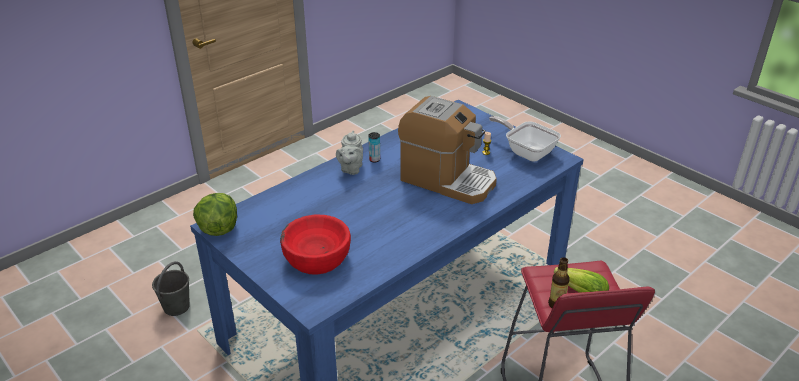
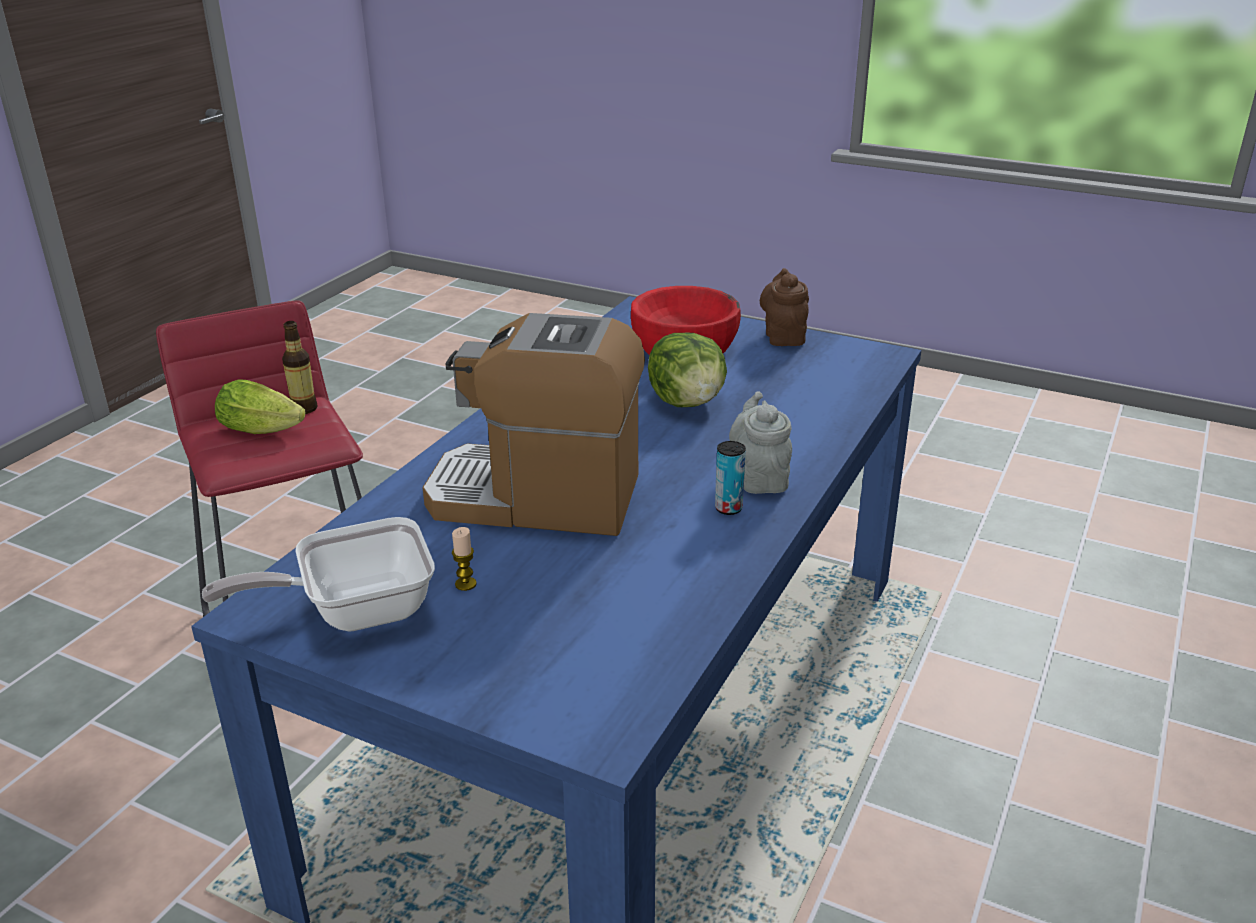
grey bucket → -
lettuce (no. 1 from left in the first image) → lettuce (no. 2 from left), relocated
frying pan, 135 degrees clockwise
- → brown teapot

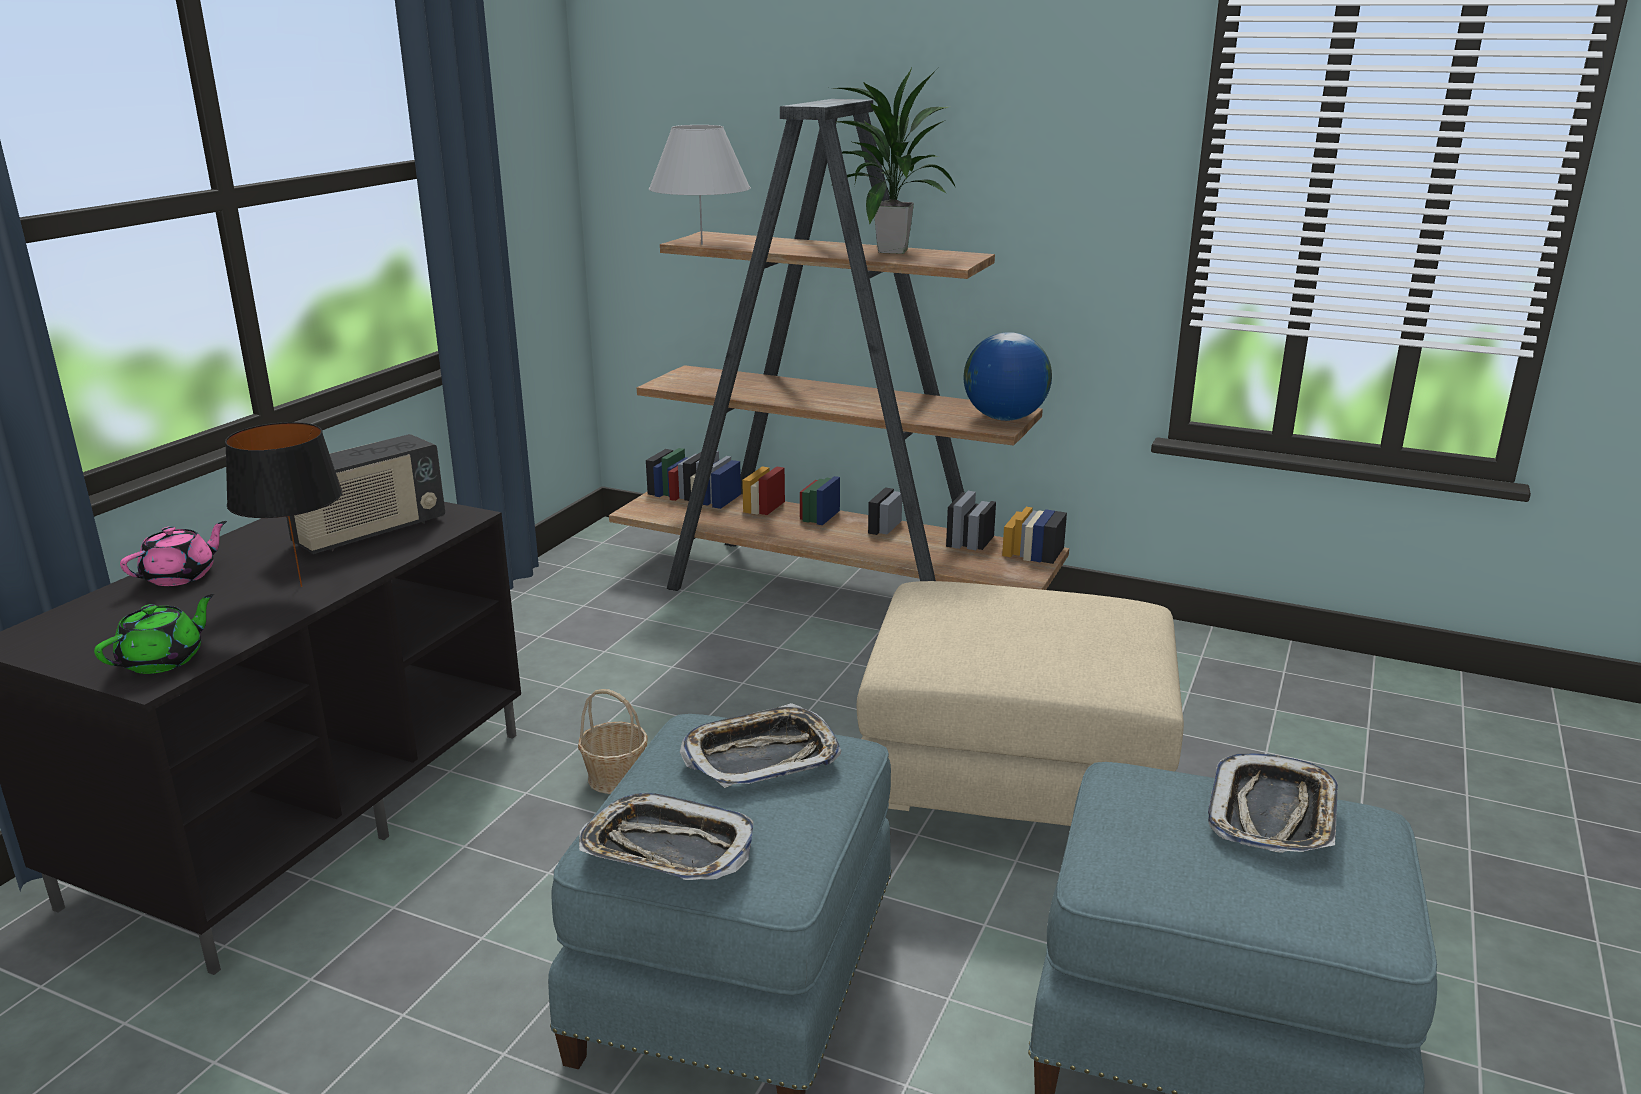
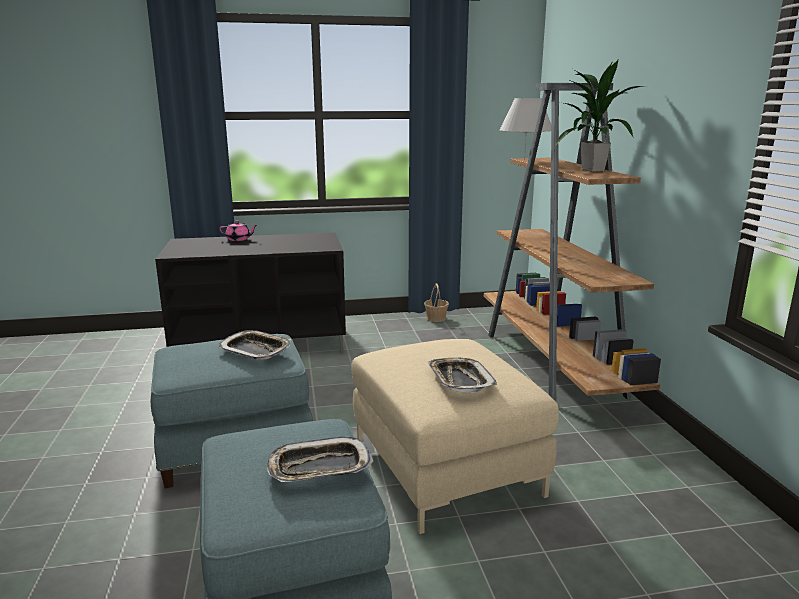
green teapot → -
black table lamp → -
radio → -
basket, relocated
tray (no. 1 from left in the first image) → tray (no. 3 from left), relocated
globe → -

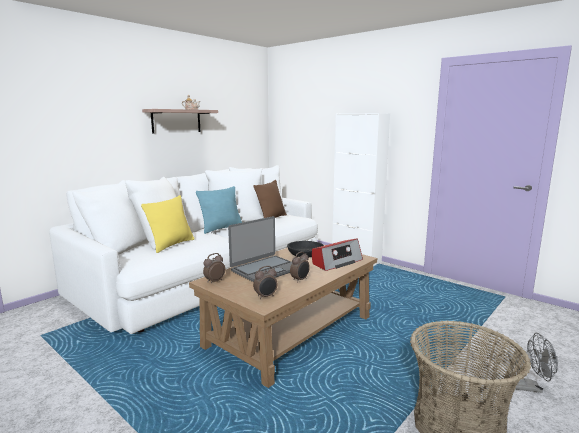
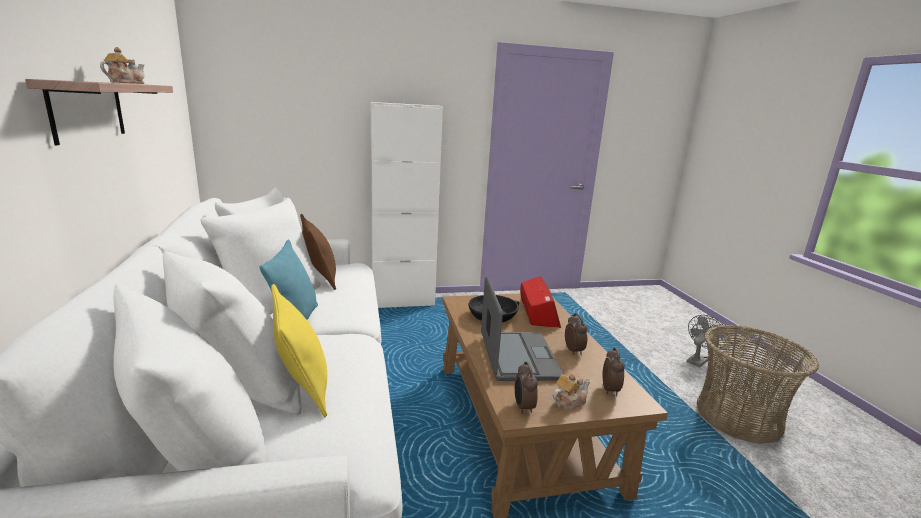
- → teapot (no. 2 from left)

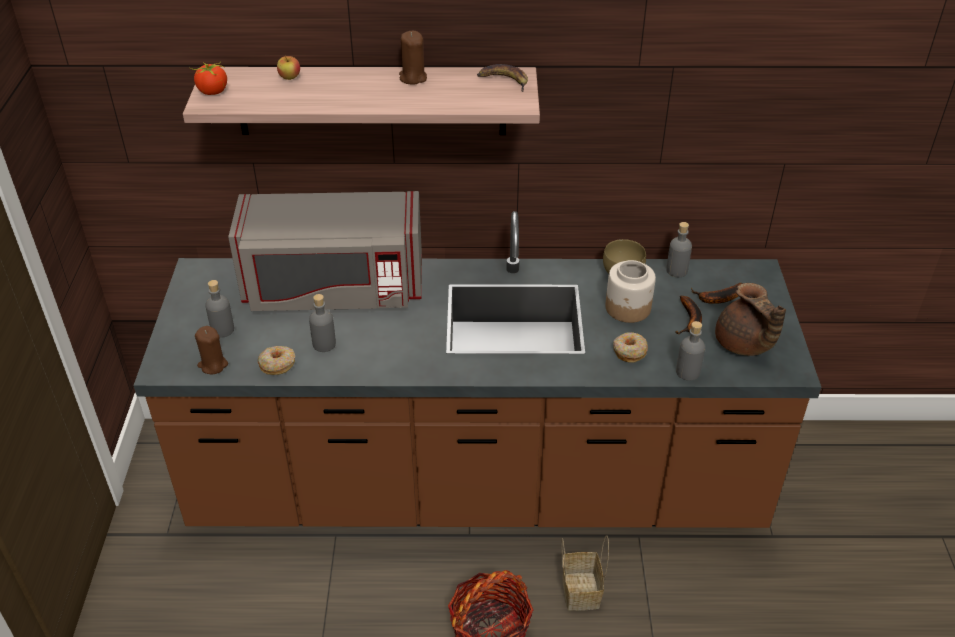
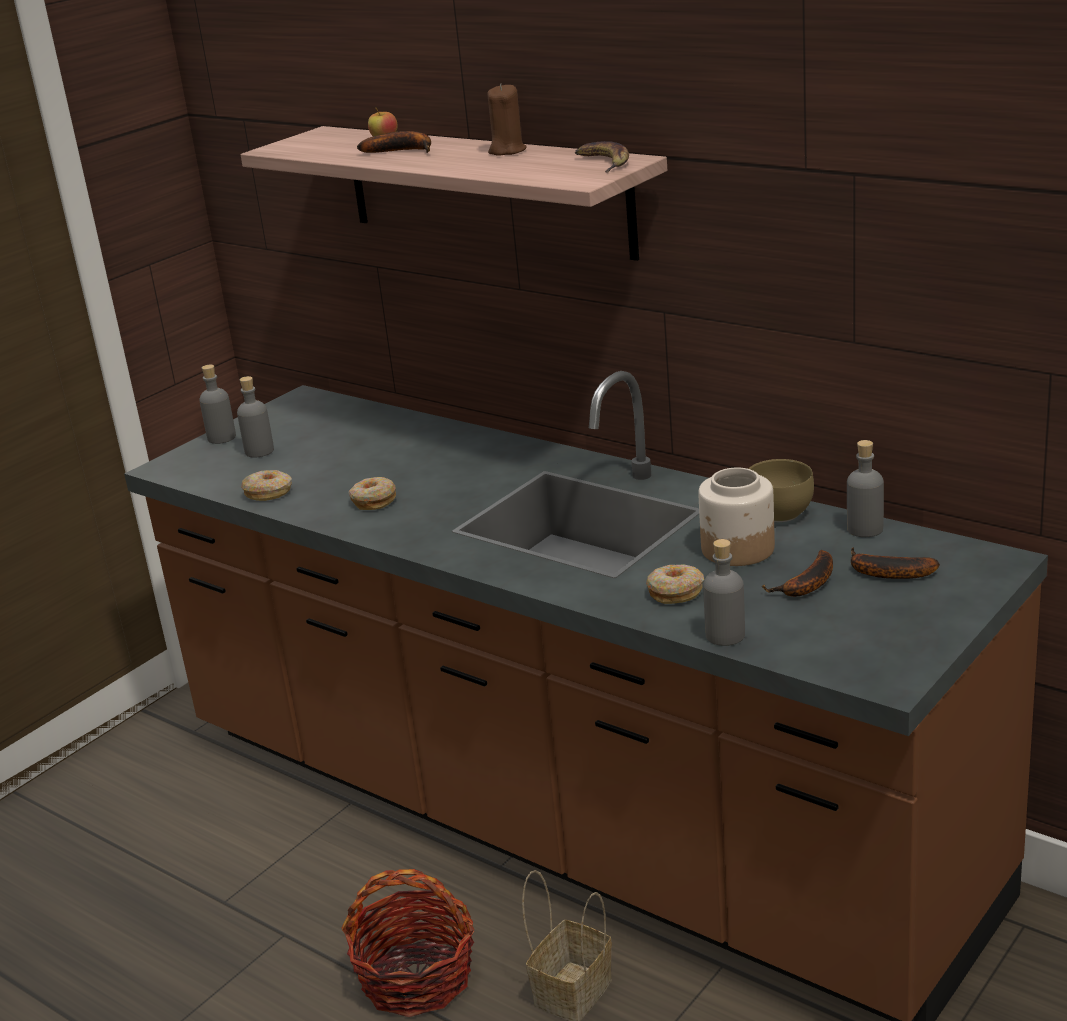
tomato → -
brown candle (no. 1 from left) → -
grey microwave → -
grey bottle (no. 2 from left in the first image) → grey bottle (no. 1 from left), relocated
brown teapot → -
- → donut (no. 2 from left)
- → banana (no. 1 from left)

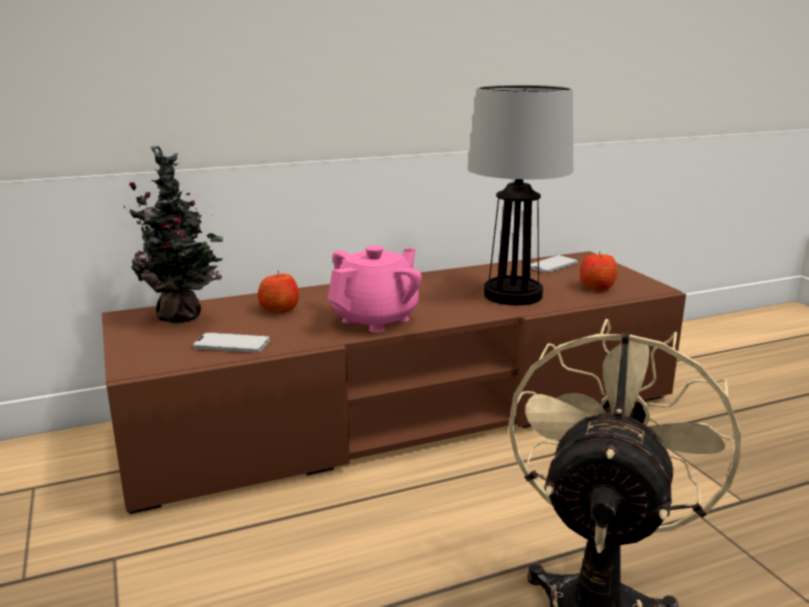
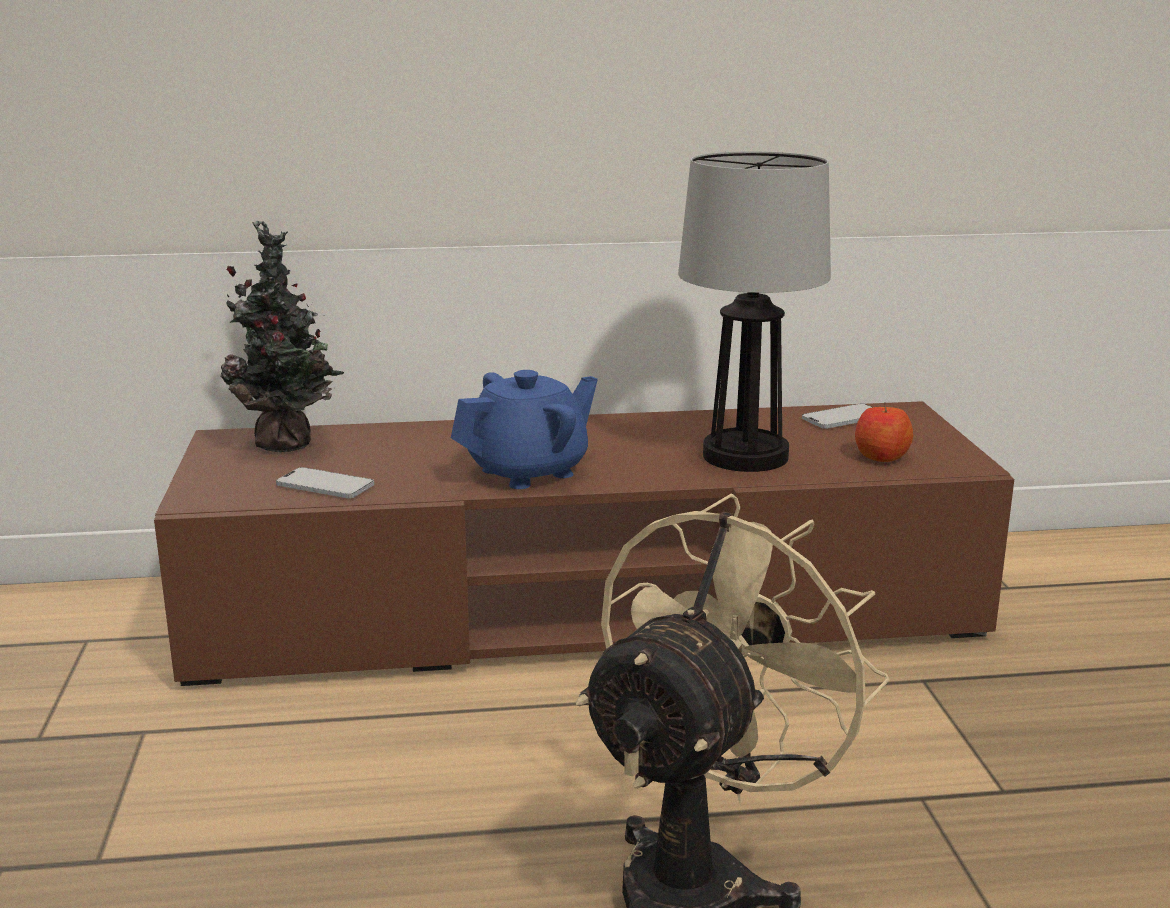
apple (no. 1 from left) → -
pink teapot → blue teapot

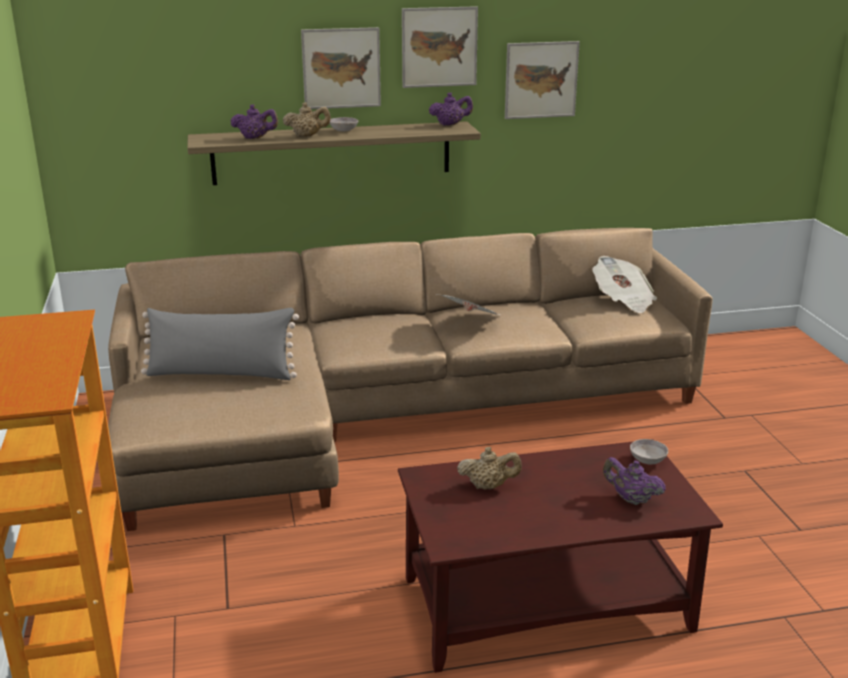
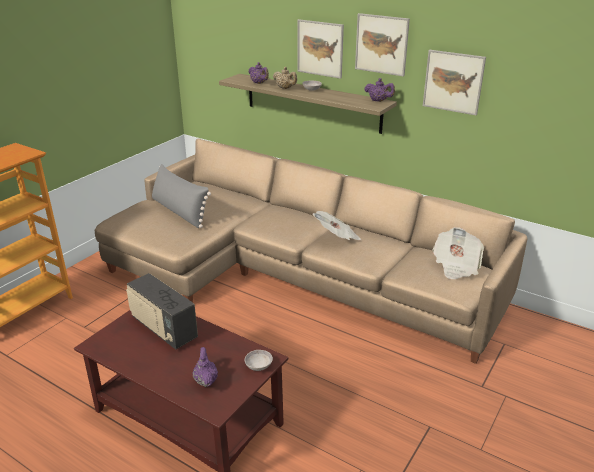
beige teapot (no. 2 from left) → radio

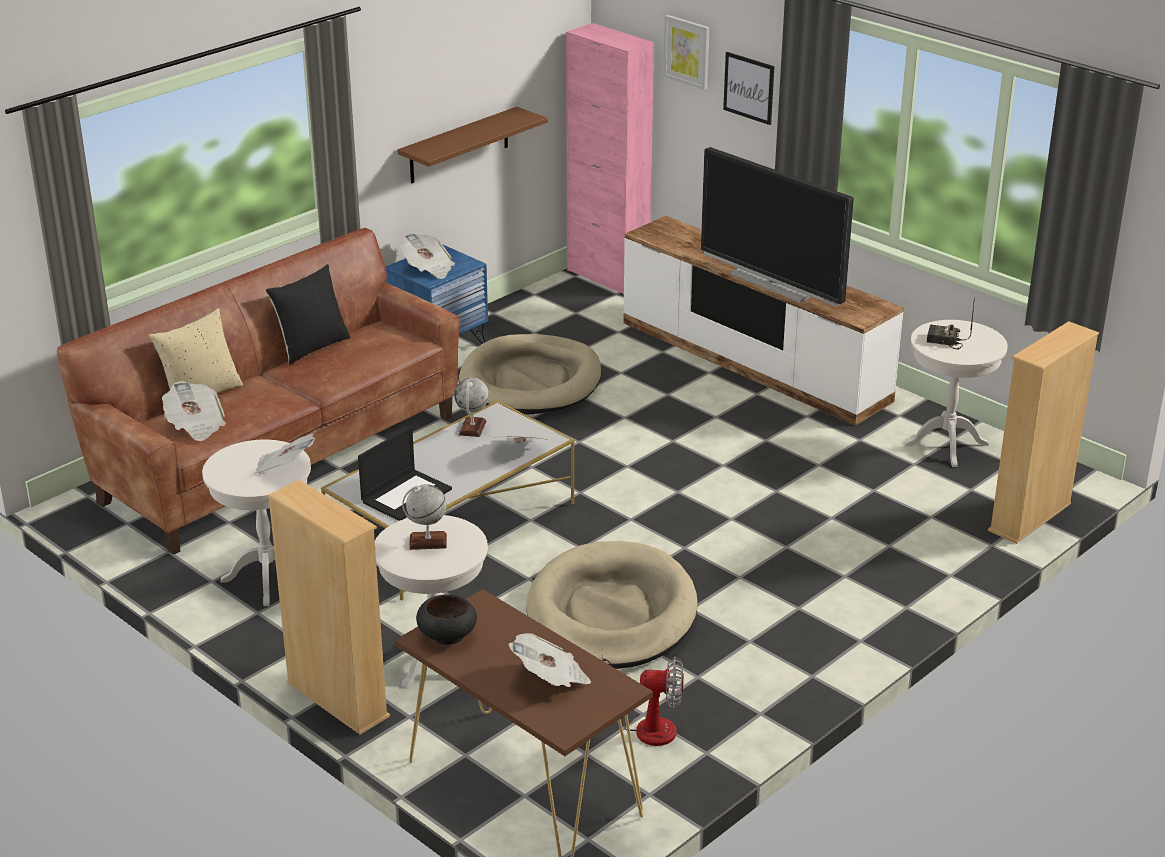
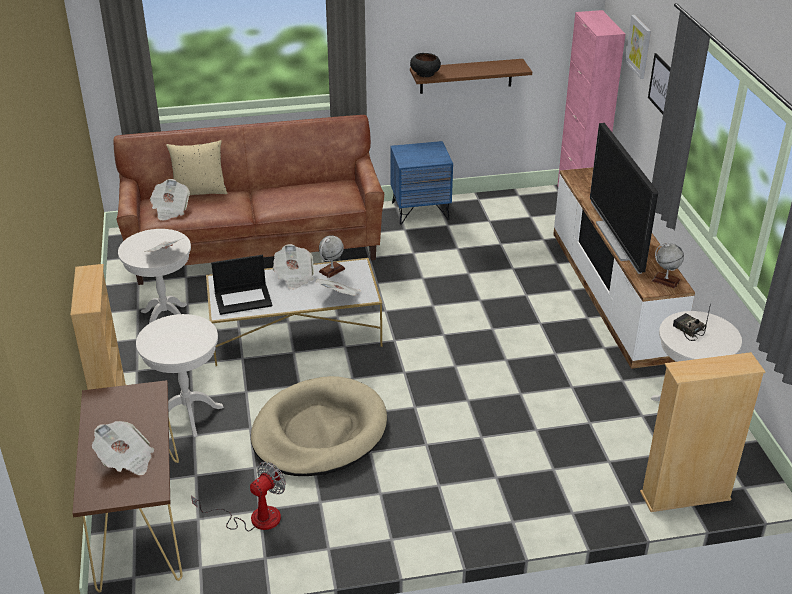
black pillow → -
newspaper (no. 3 from left in the first image) → newspaper (no. 4 from left), relocated
globe (no. 1 from left in the first image) → globe (no. 2 from left), relocated
black bowl, relocated
beige dog bed (no. 1 from left) → -
fan, 90 degrees counterclockwise

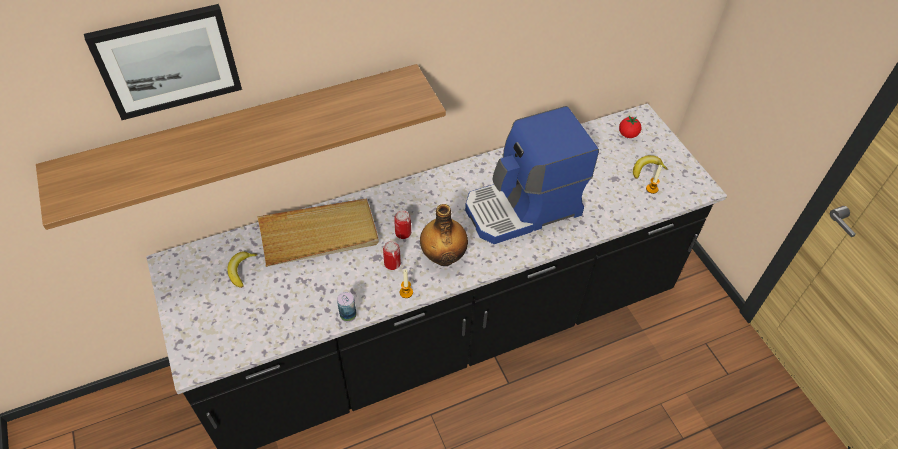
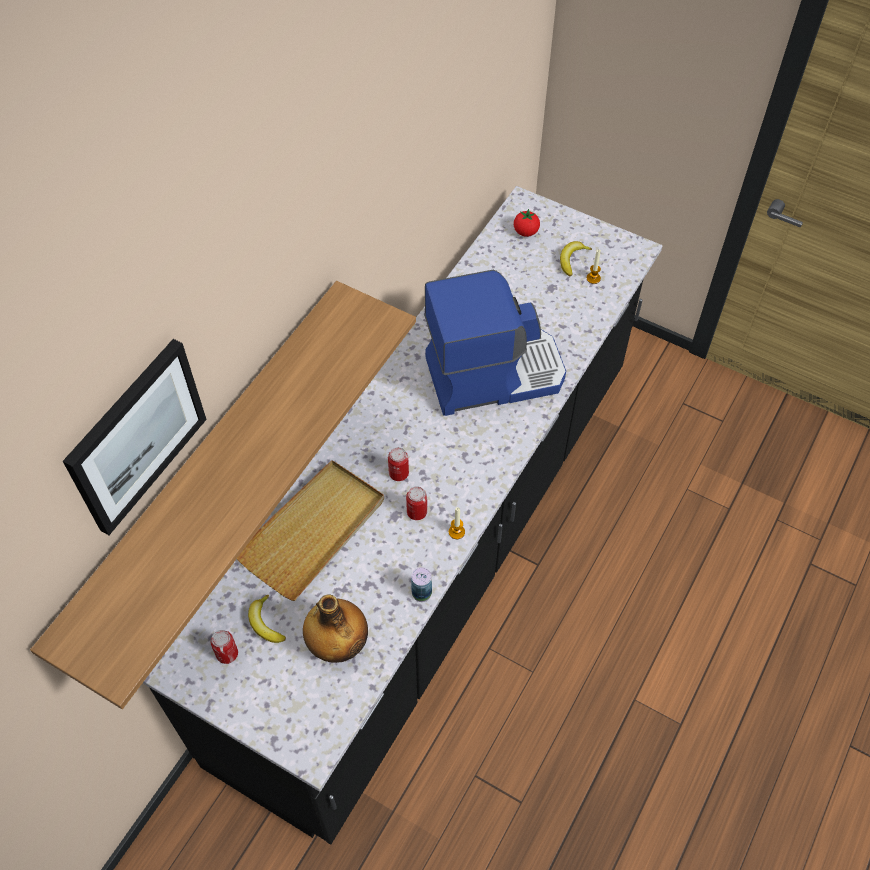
bottle, relocated
coffee machine, 135 degrees counterclockwise
- → can (no. 1 from left)

